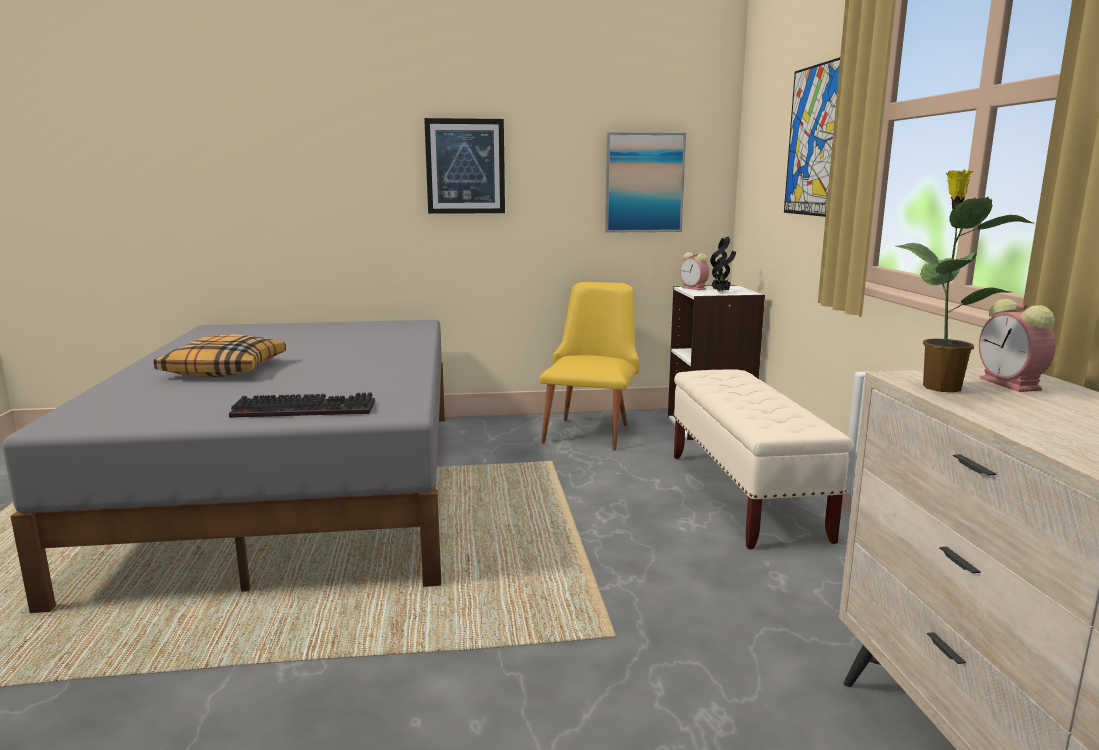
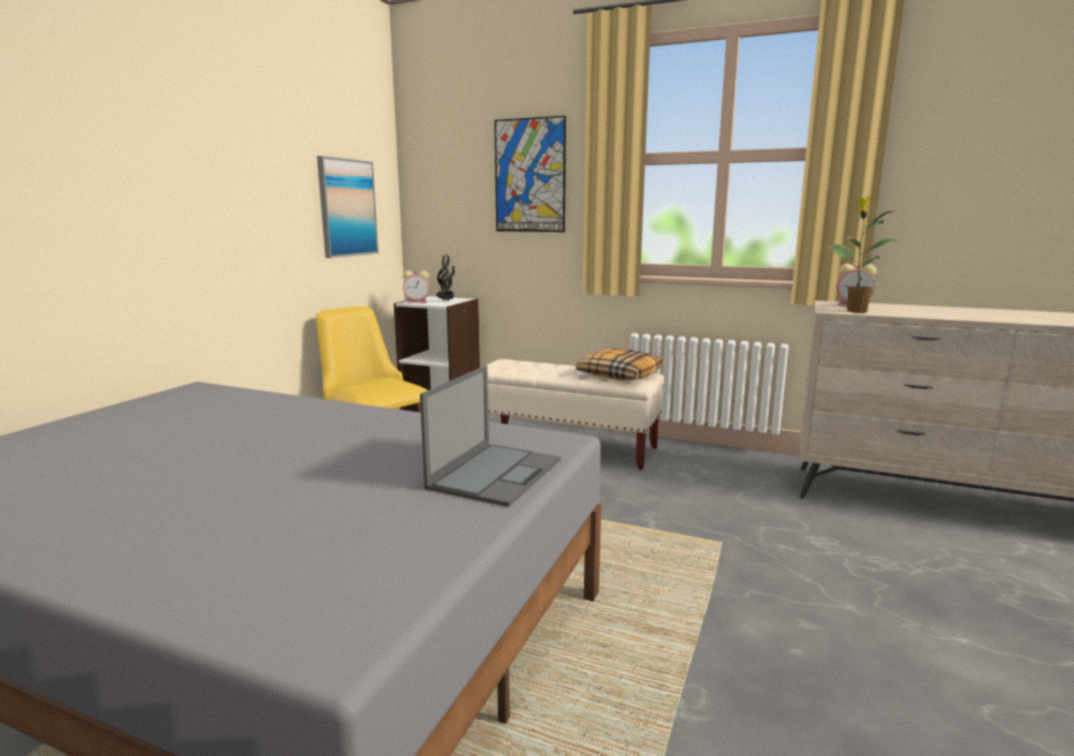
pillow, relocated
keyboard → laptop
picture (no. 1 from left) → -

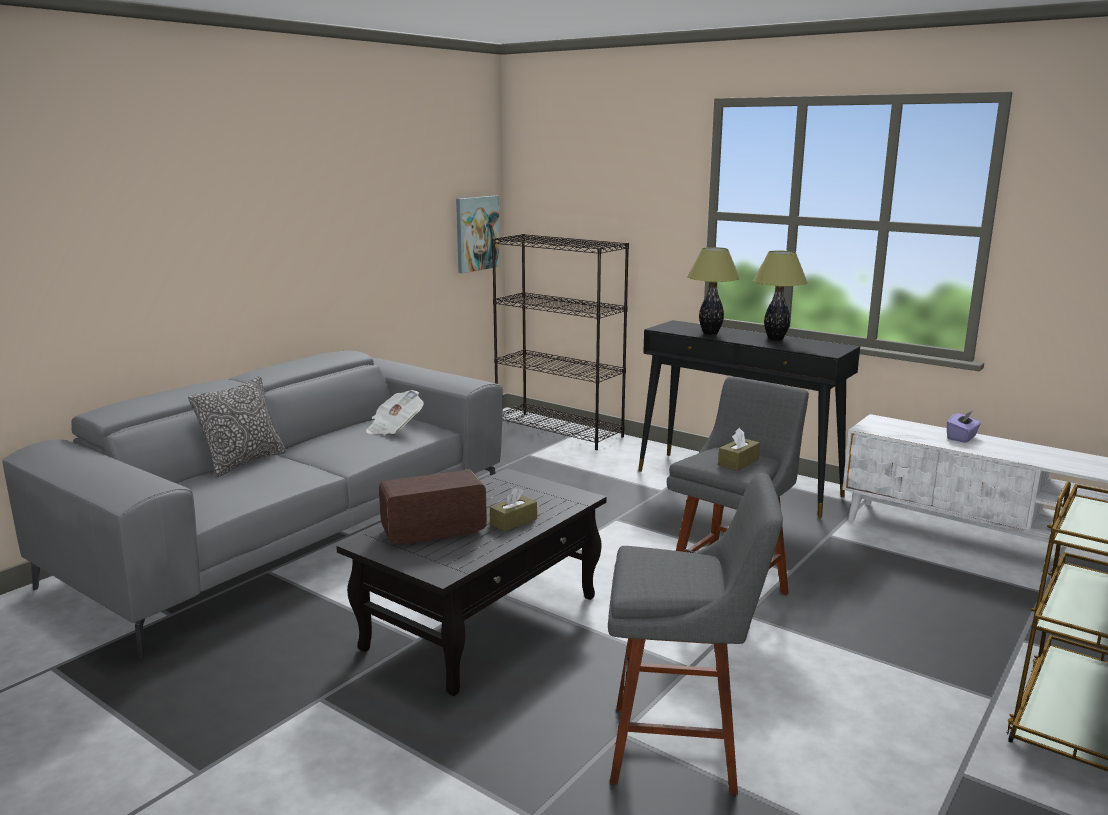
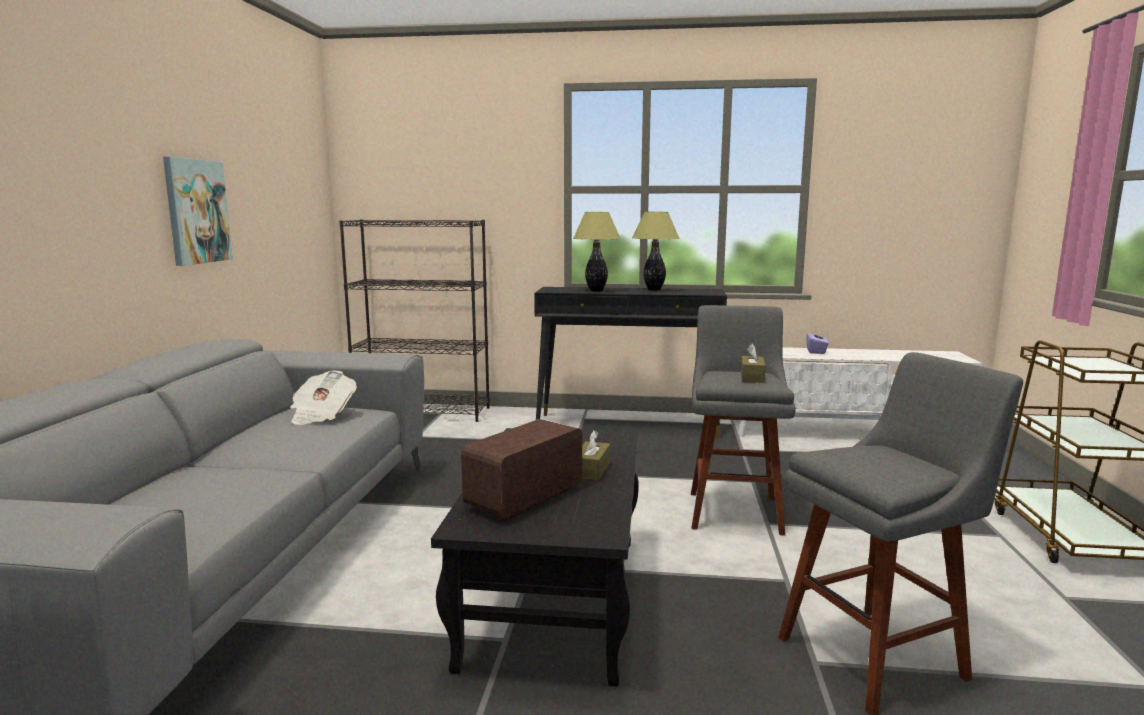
pillow → -
picture, relocated

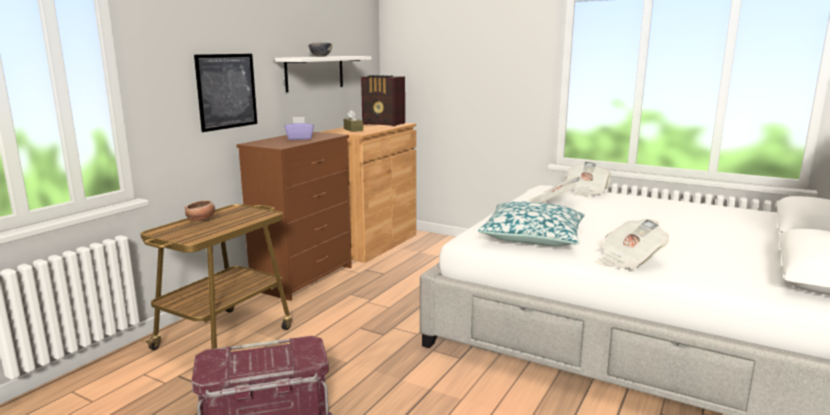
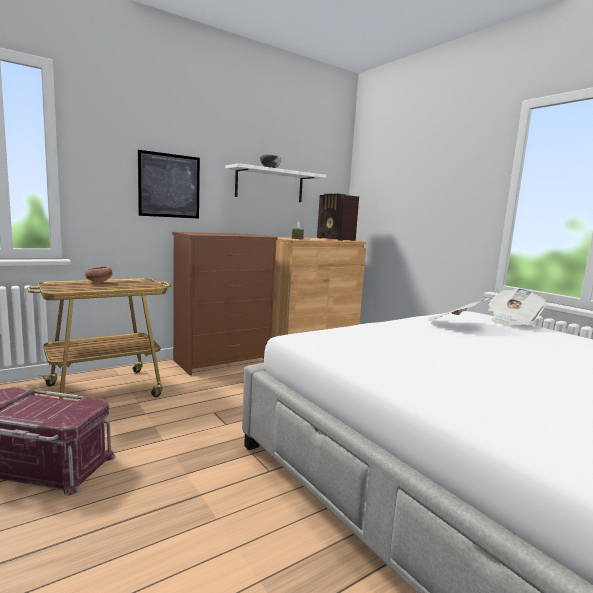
purple tissue box → -
pillow → -
newspaper (no. 3 from left) → -

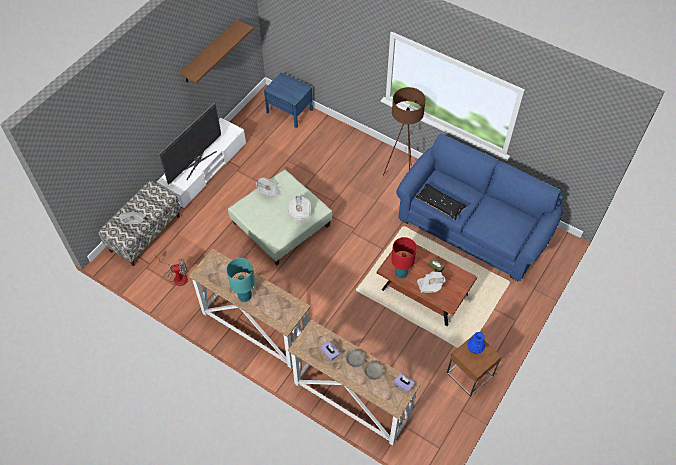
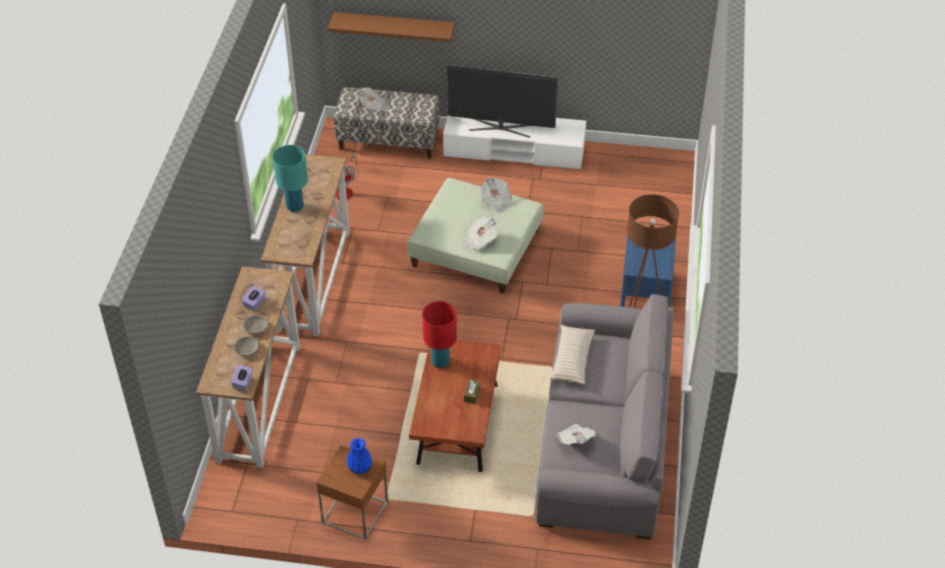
brown shelf, relocated
blue nightstand, relocated
blue sofa → grey sofa
black pillow → beige pillow
newspaper (no. 4 from left), relocated

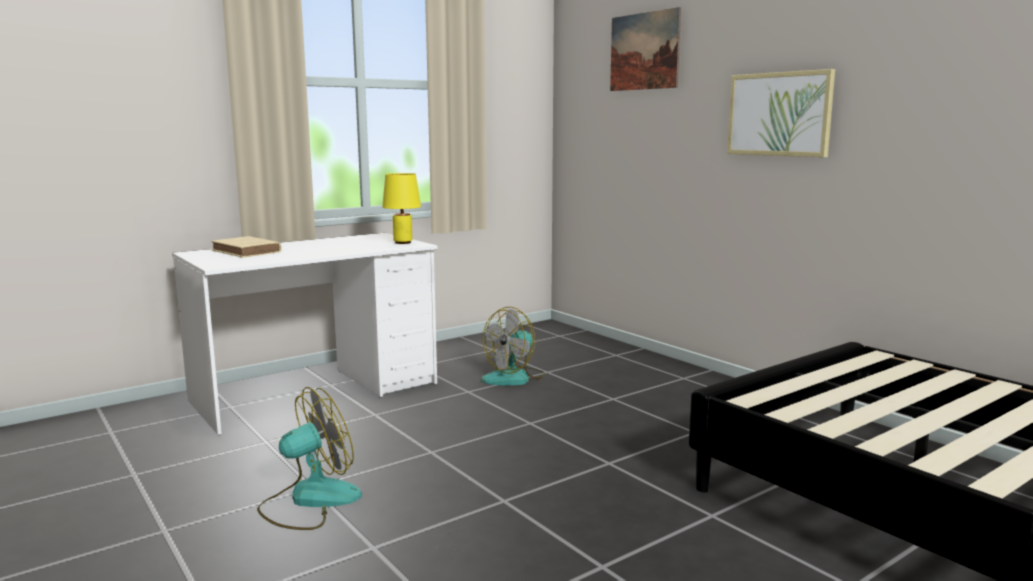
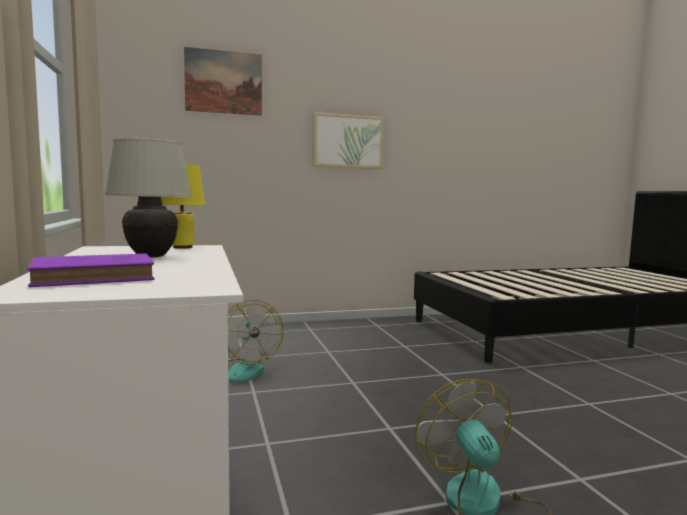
beige book → purple book
- → white table lamp

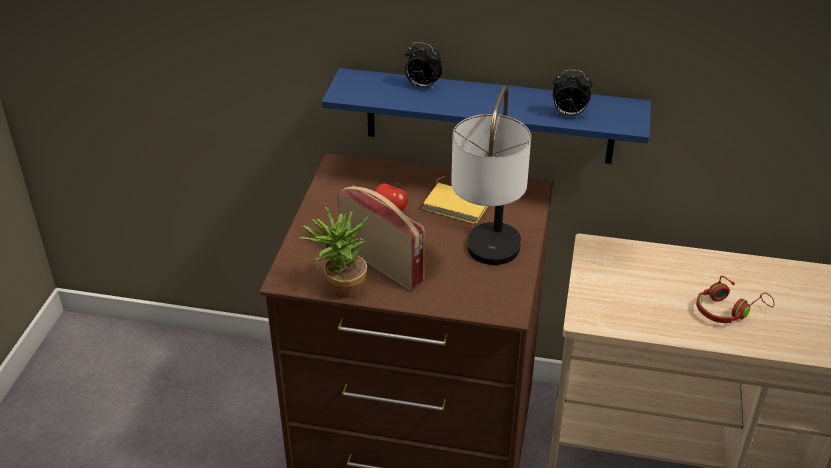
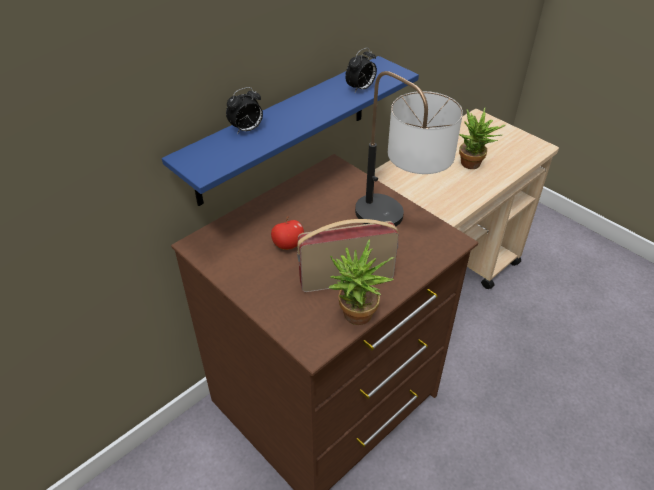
yellow book → -
red headphones → potted plant (no. 2 from left)

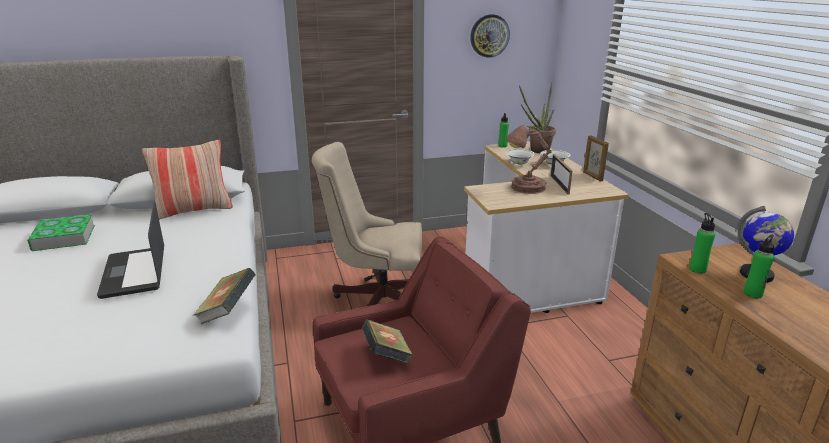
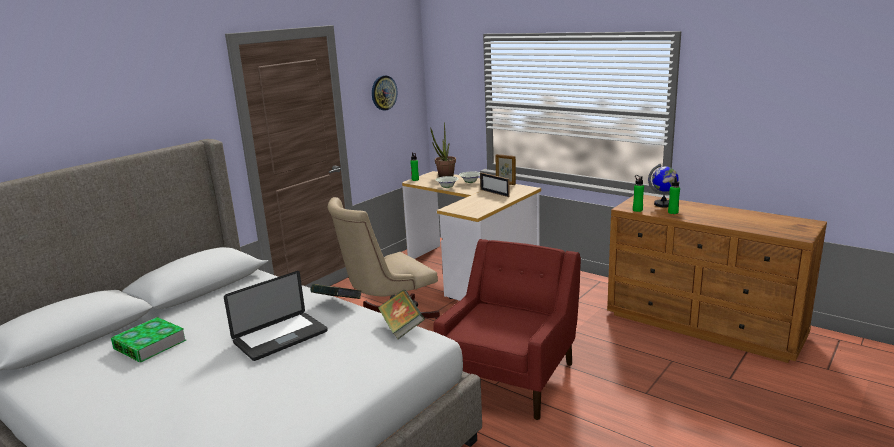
laptop, 75 degrees counterclockwise
pillow → -
book (no. 3 from left in the first image) → book (no. 2 from left), relocated
brown table lamp → -

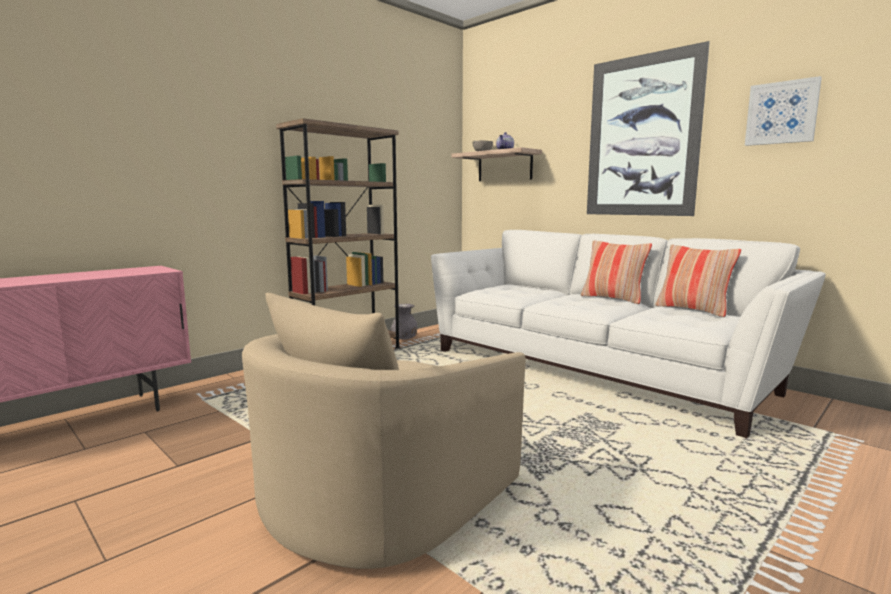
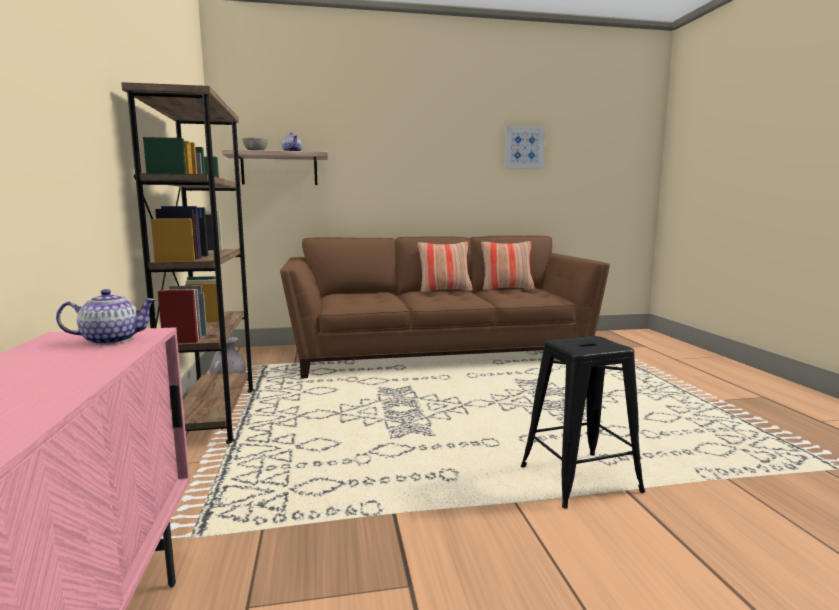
beige armchair → black stool
white sofa → brown sofa
picture (no. 1 from left) → -
- → teapot (no. 1 from left)

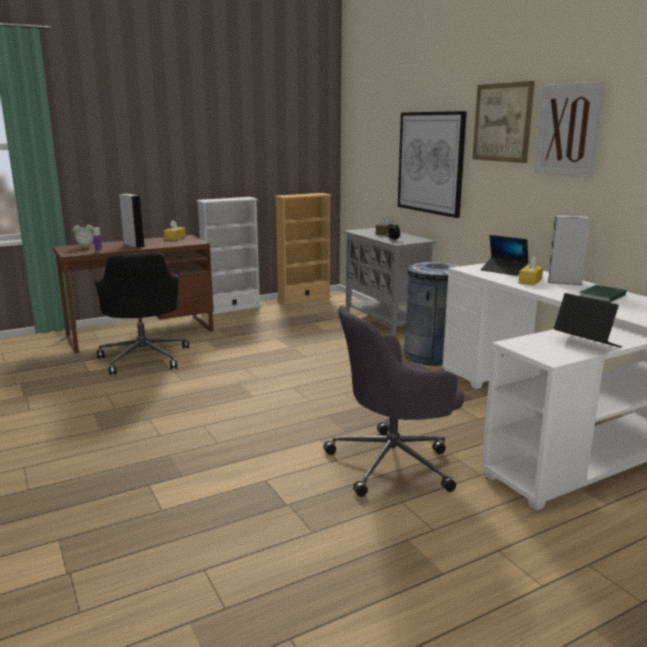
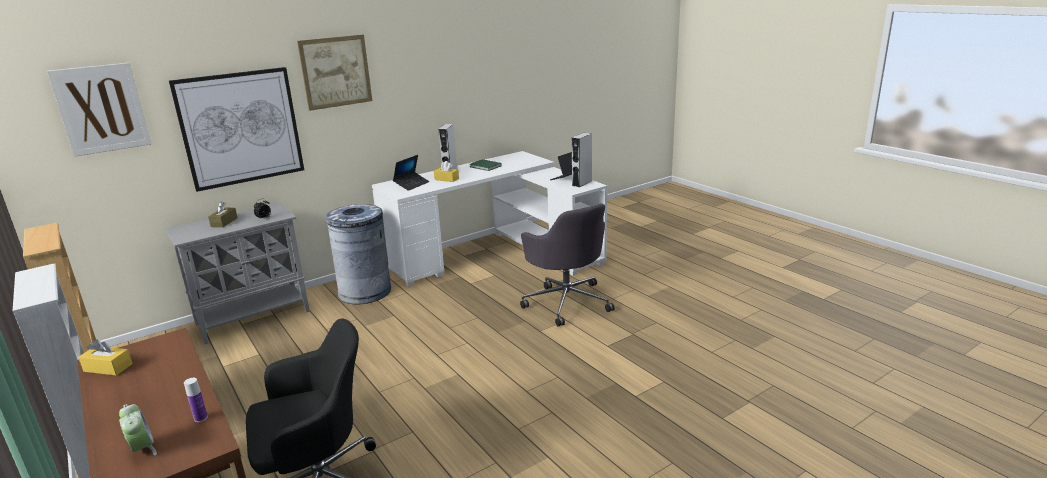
grey speaker (no. 1 from left in the first image) → grey speaker (no. 2 from left), relocated
picture (no. 3 from left in the first image) → picture (no. 1 from left), relocated

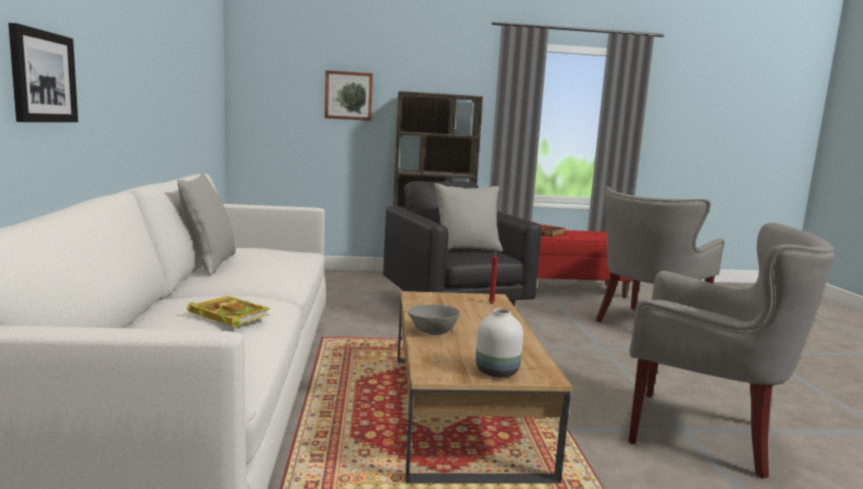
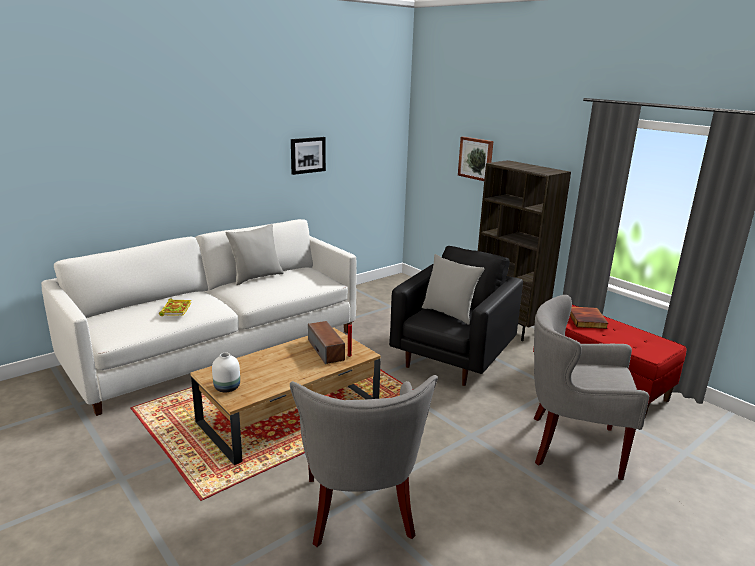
picture (no. 1 from left), relocated
grey bowl → -
- → speaker

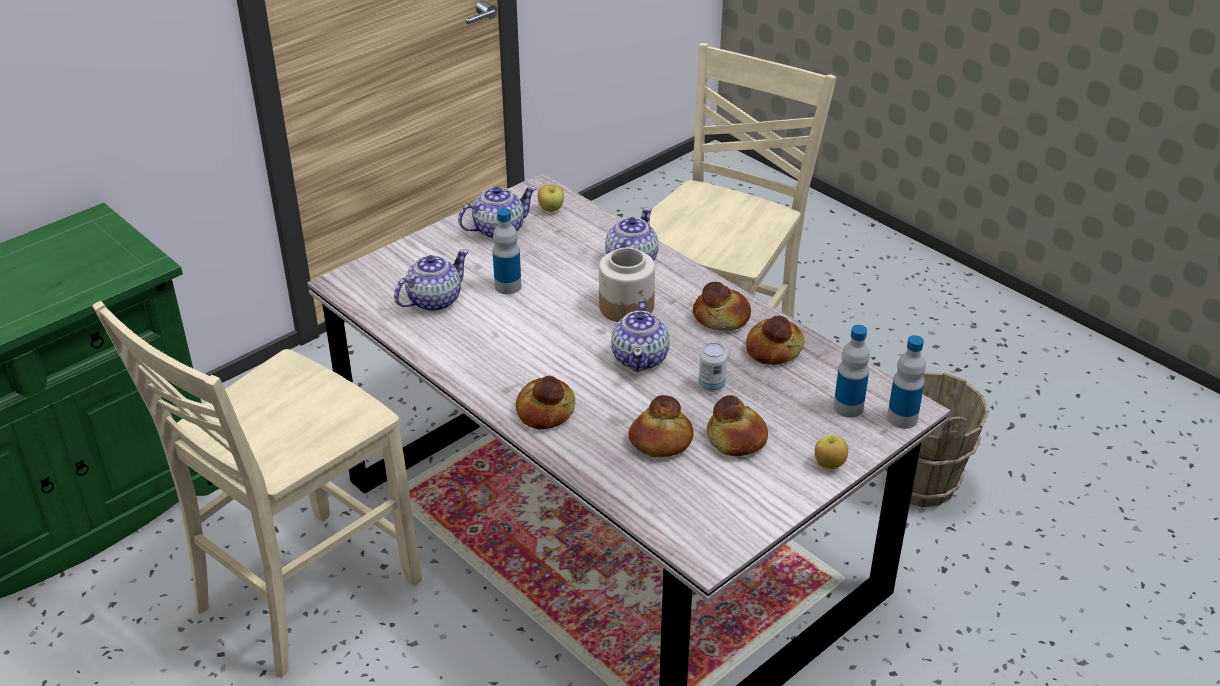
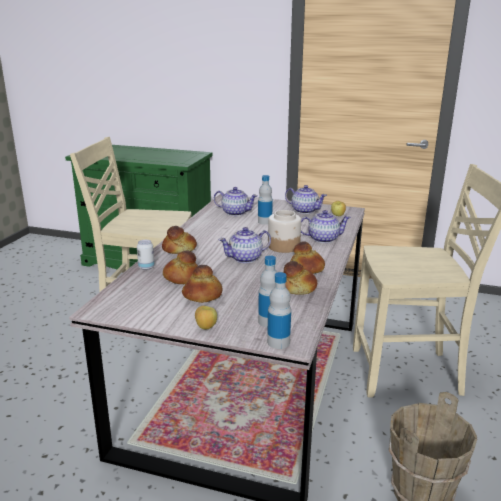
can, relocated

